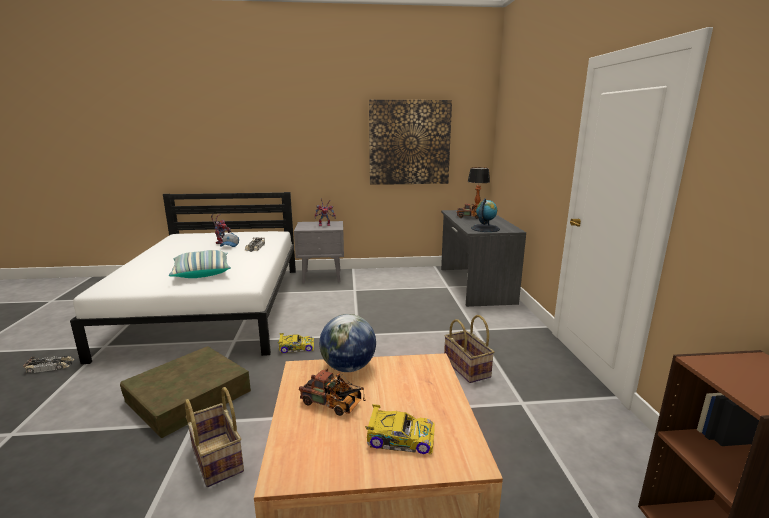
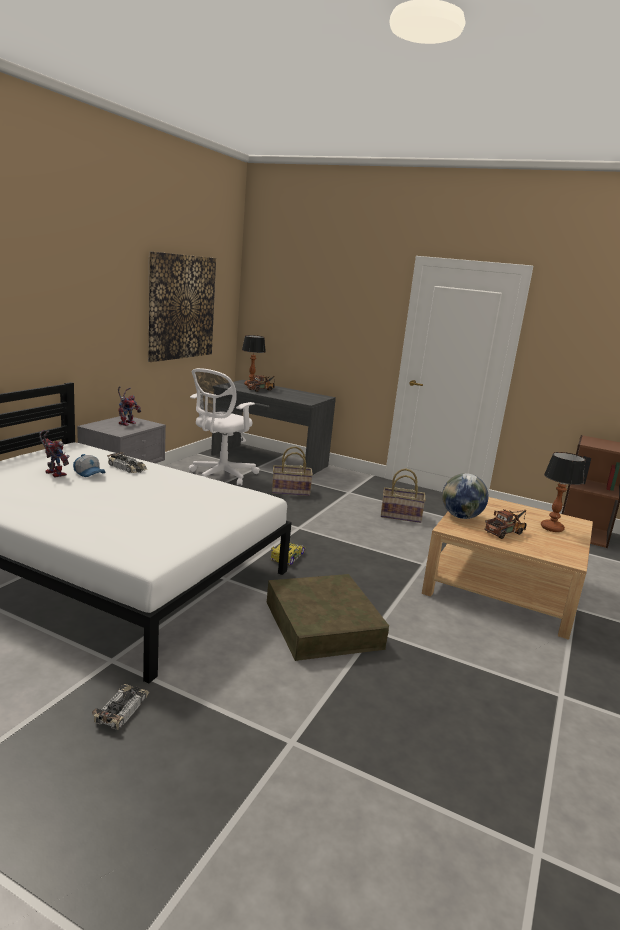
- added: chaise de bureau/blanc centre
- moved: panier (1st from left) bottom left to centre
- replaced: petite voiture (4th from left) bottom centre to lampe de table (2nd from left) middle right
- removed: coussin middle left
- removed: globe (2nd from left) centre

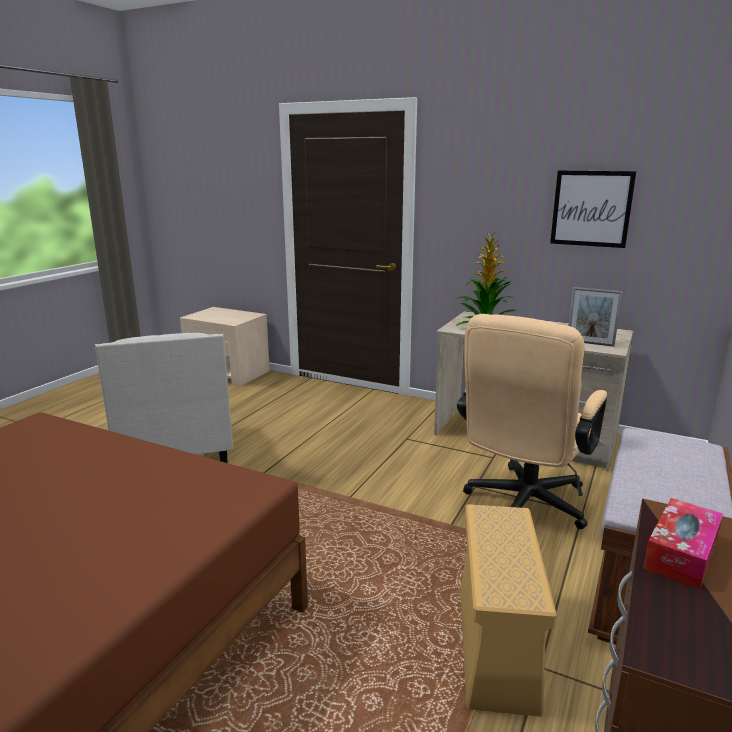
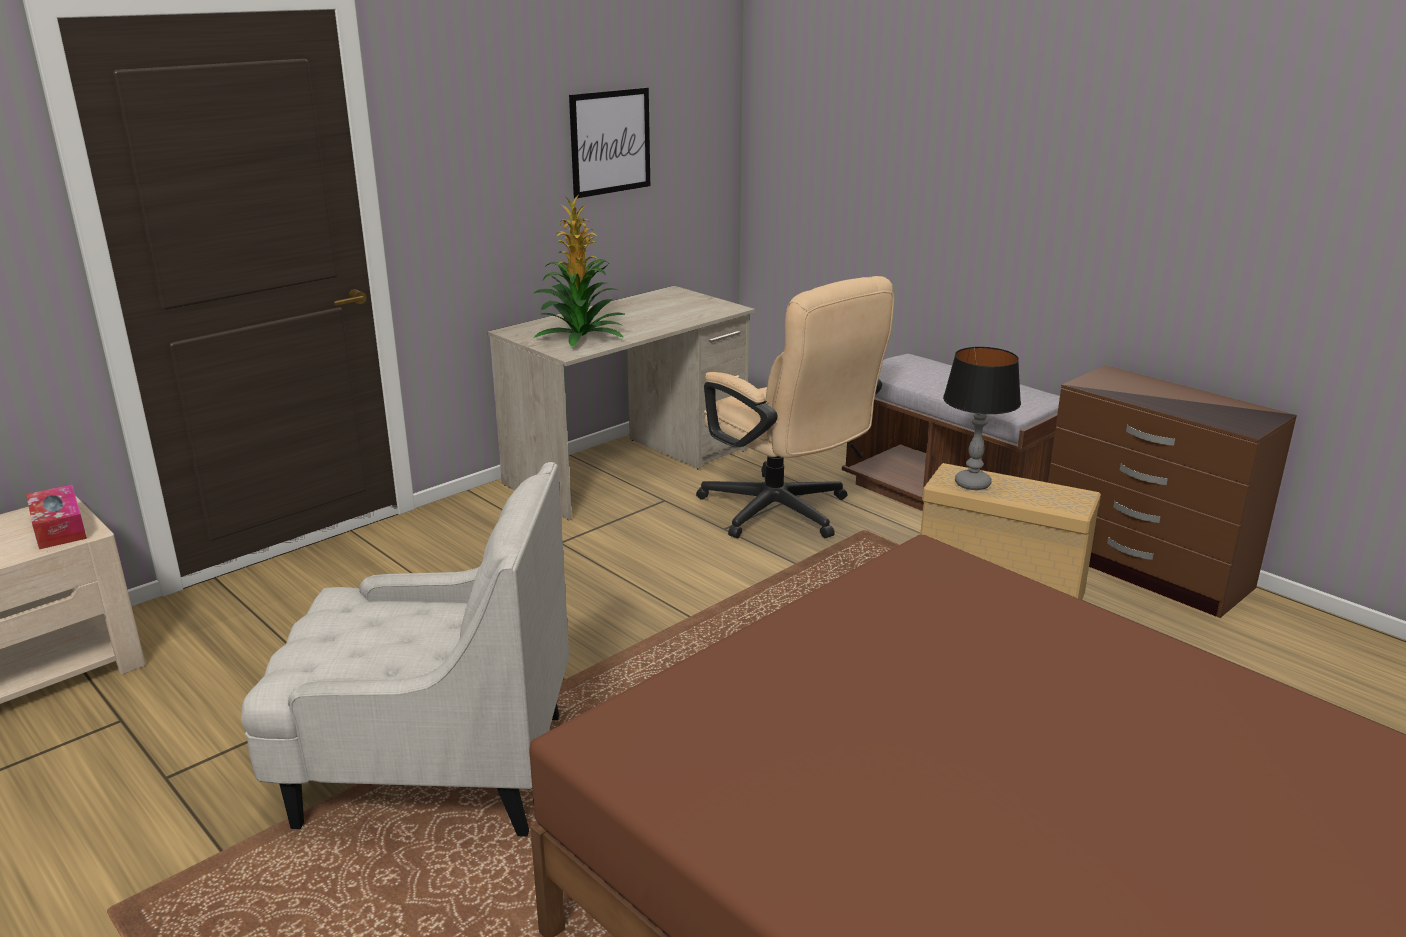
- moved: boîte à mouchoirs bottom right to middle left
- added: lampe de table middle right
- removed: cadre photo middle right

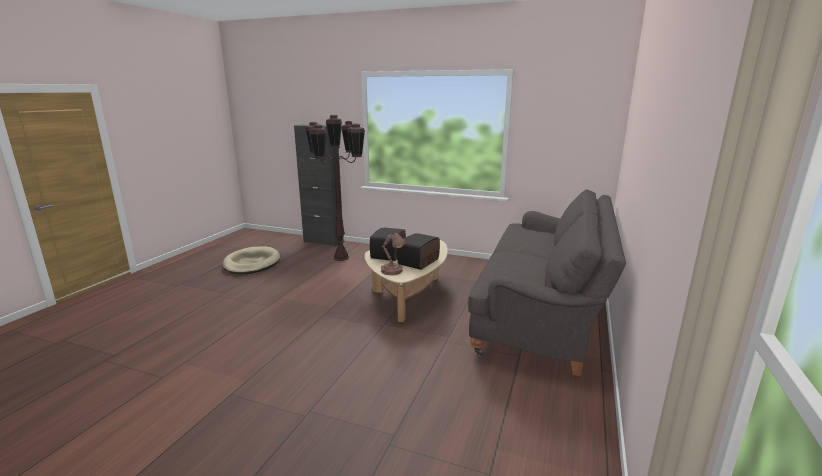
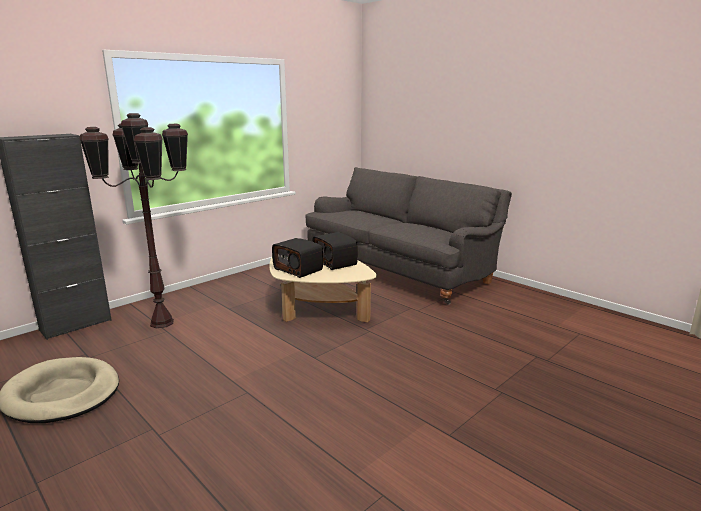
- removed: lampe de table/marron centre

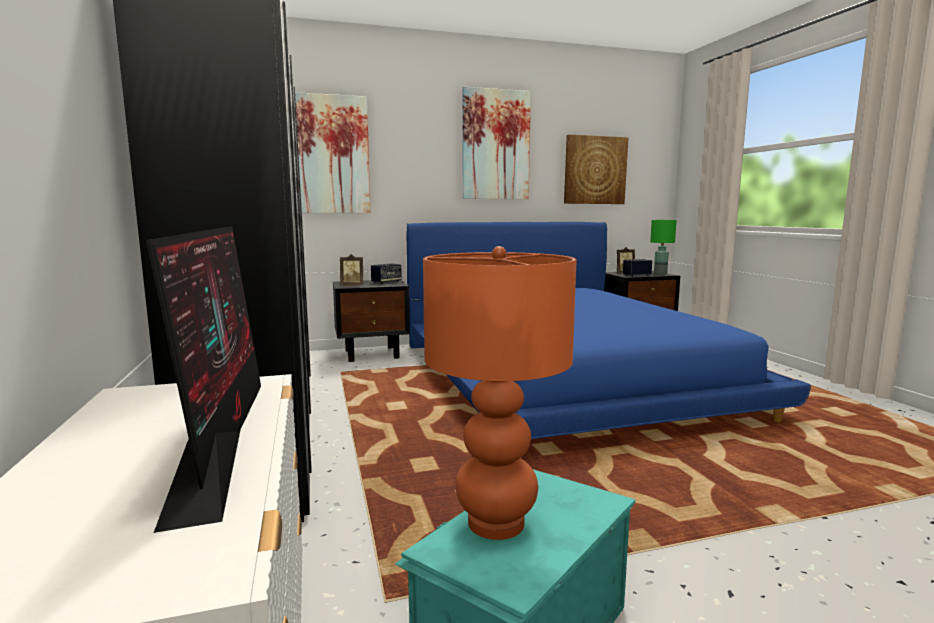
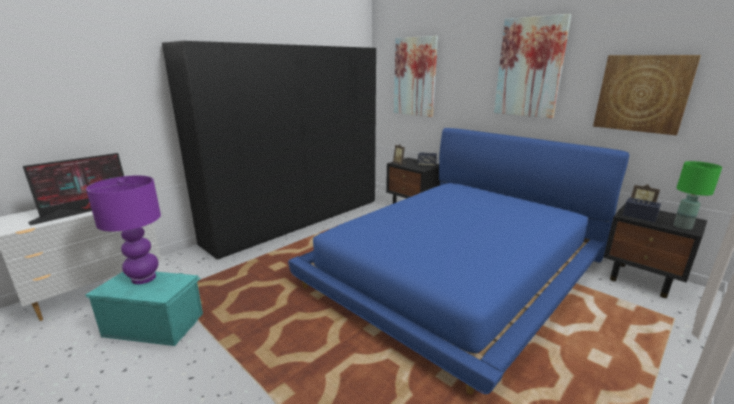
- recoloured: lampe de table/orange centre to lampe de table/violet middle left

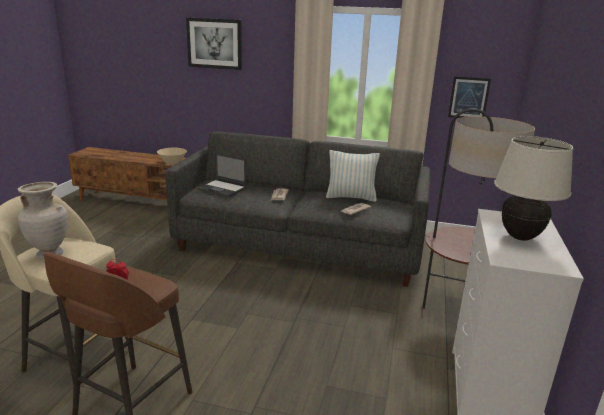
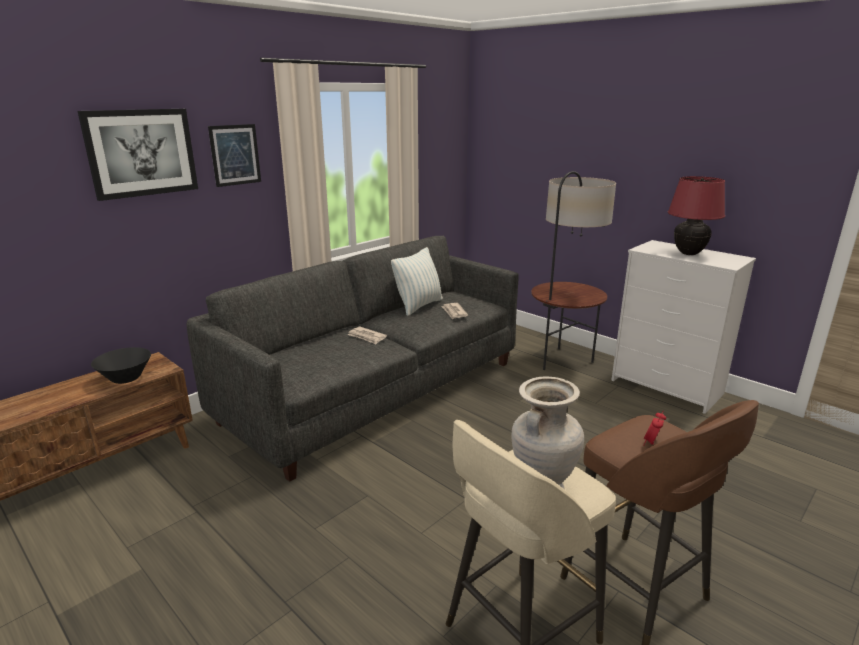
- recoloured: bol/beige middle left to bol/noir middle left
- moved: tableau (2nd from left) top right to top left
- recoloured: lampe de table/beige middle right to lampe de table/rouge middle right
- removed: ordinateur portable centre

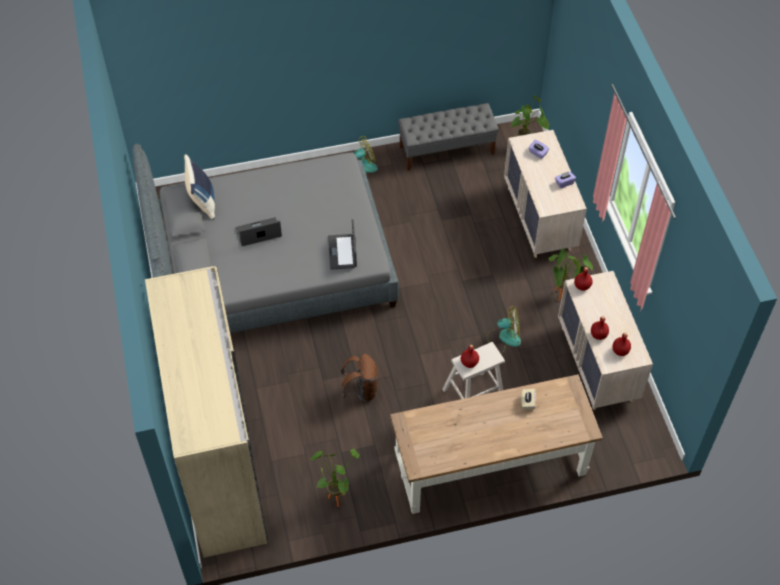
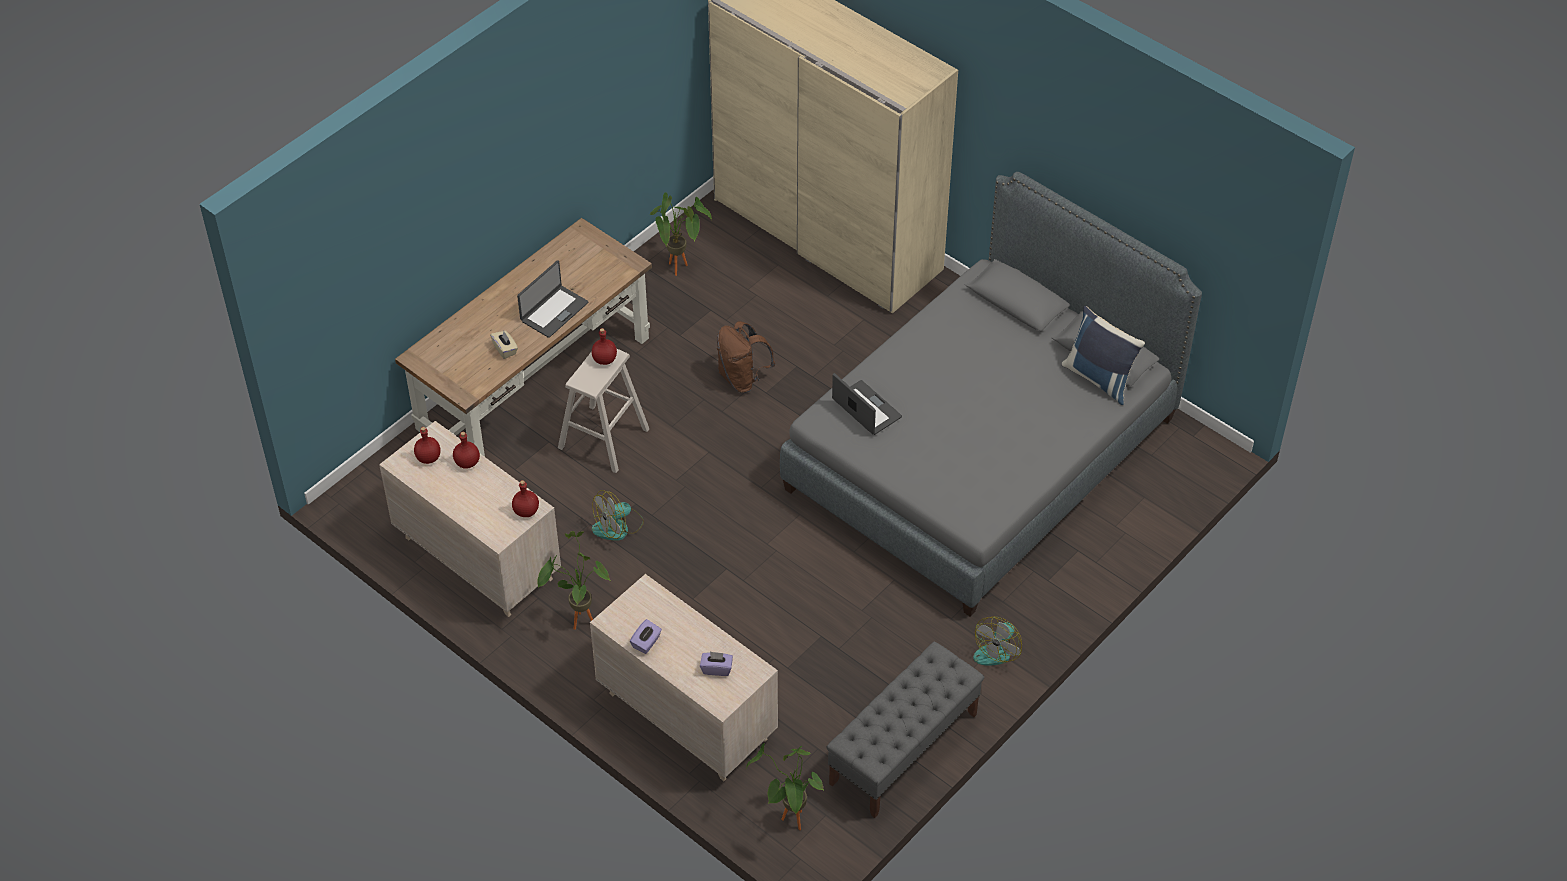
- moved: ordinateur portable (1st from left) middle left to centre

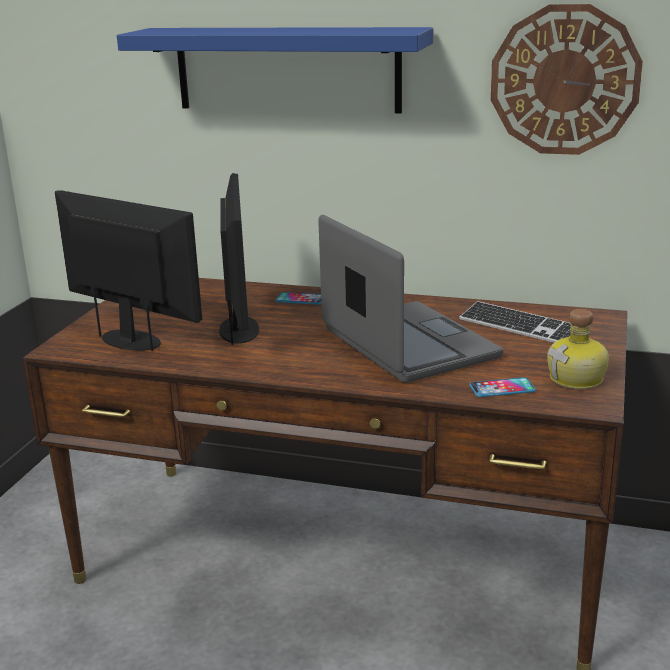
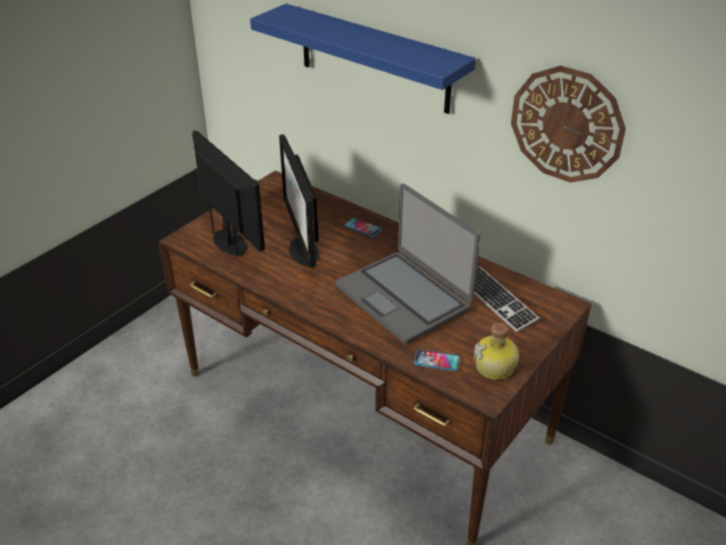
- turned: écran d'ordinateur (2nd from left) centre = centre 150 degrees clockwise
- turned: ordinateur portable centre = centre 150 degrees clockwise

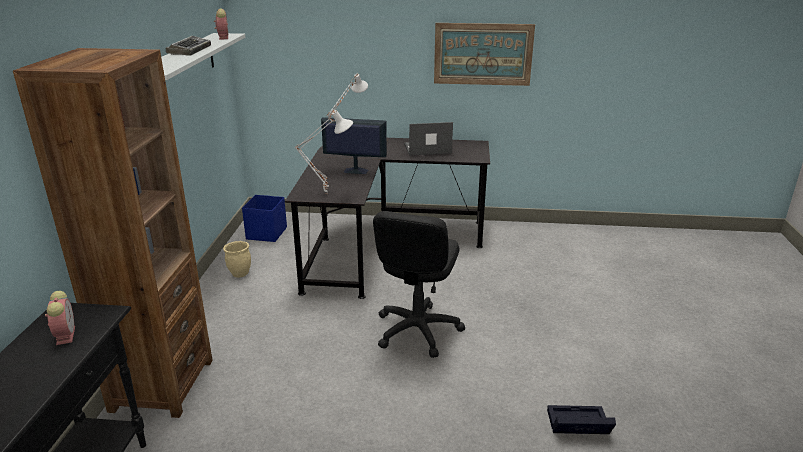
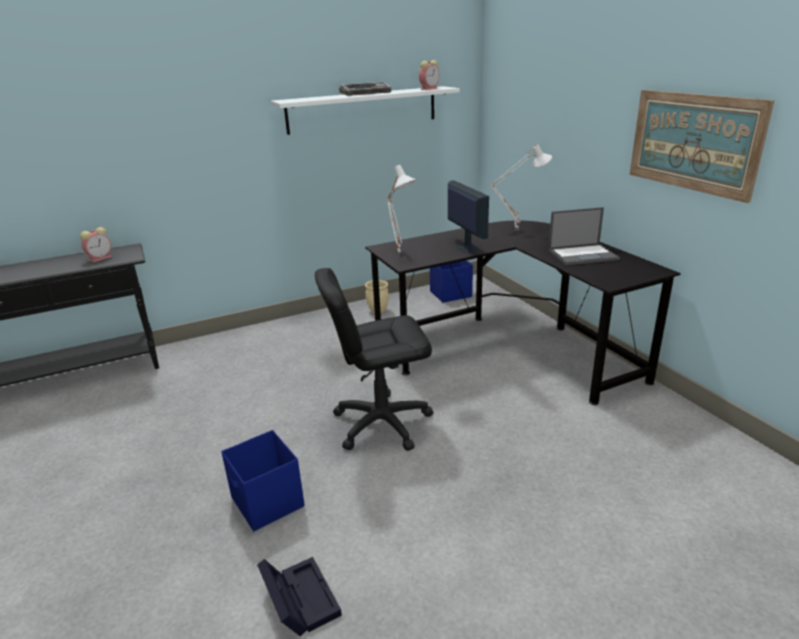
- added: boîte de rangement/bleu (1st from left) bottom left
- turned: ordinateur portable top centre = middle right 120 degrees clockwise
- removed: bibliothèque/marron middle left

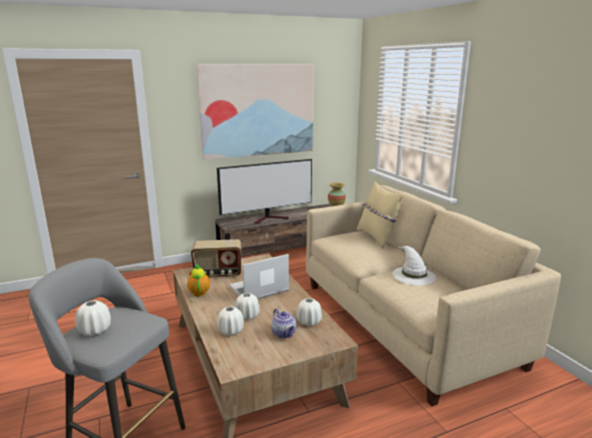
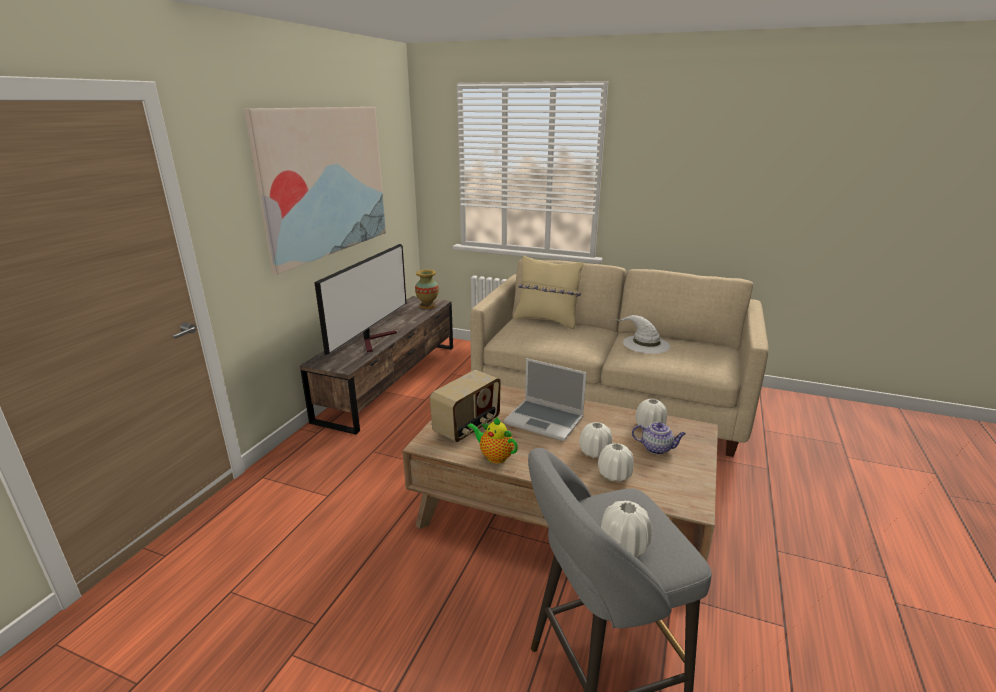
- turned: ordinateur portable centre = centre 75 degrees counterclockwise

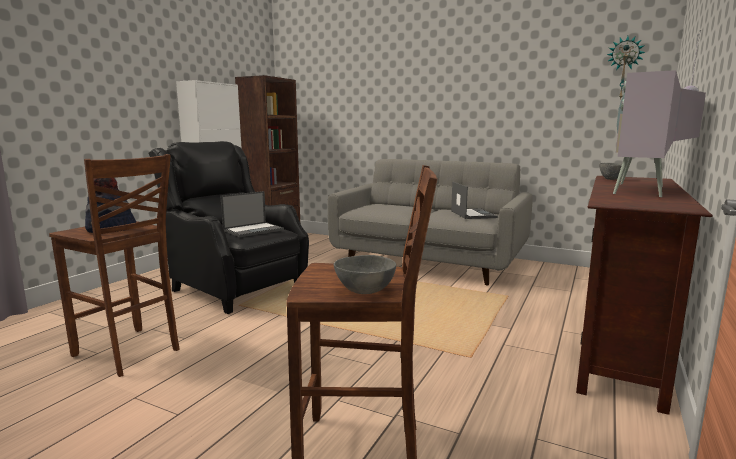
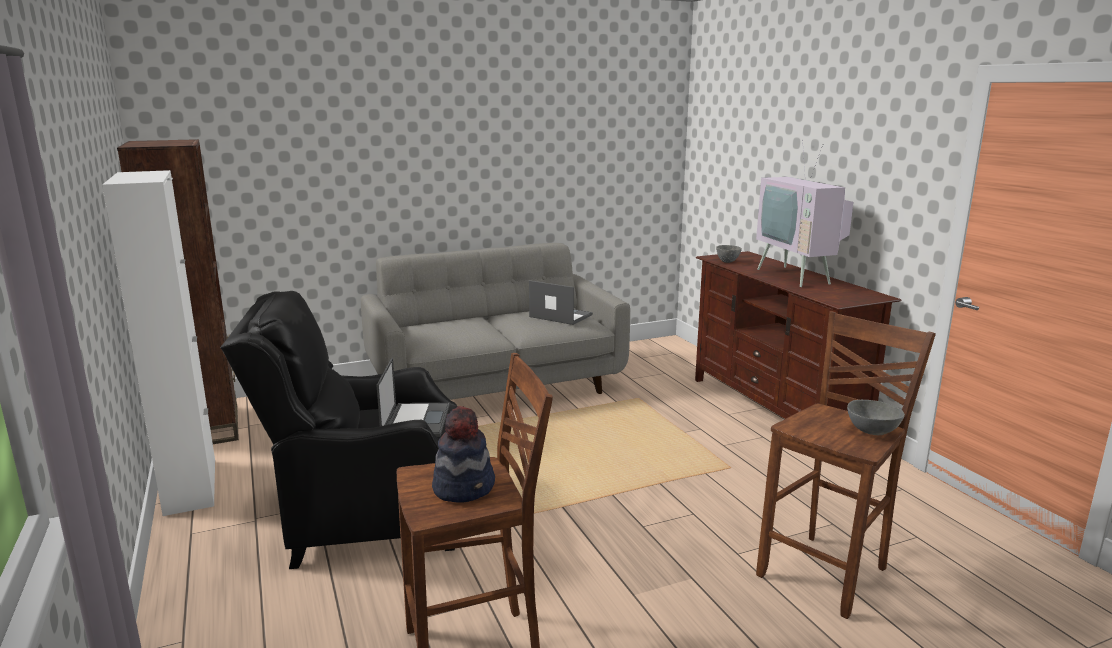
- removed: horloge murale top right

